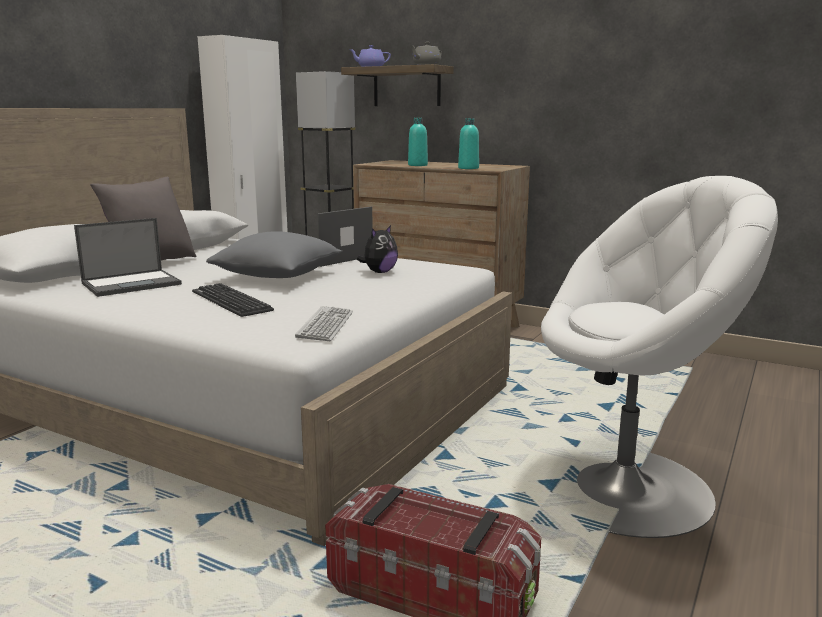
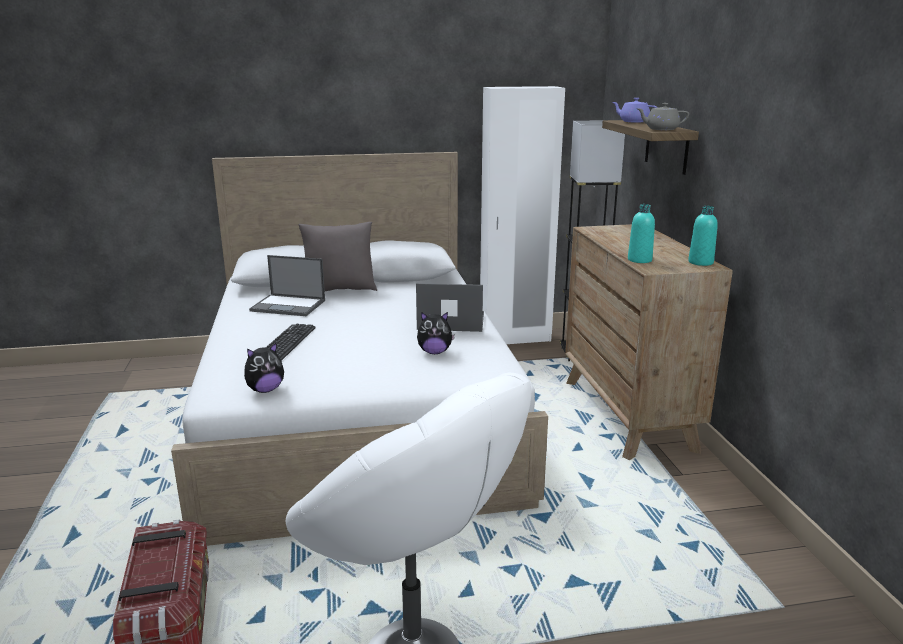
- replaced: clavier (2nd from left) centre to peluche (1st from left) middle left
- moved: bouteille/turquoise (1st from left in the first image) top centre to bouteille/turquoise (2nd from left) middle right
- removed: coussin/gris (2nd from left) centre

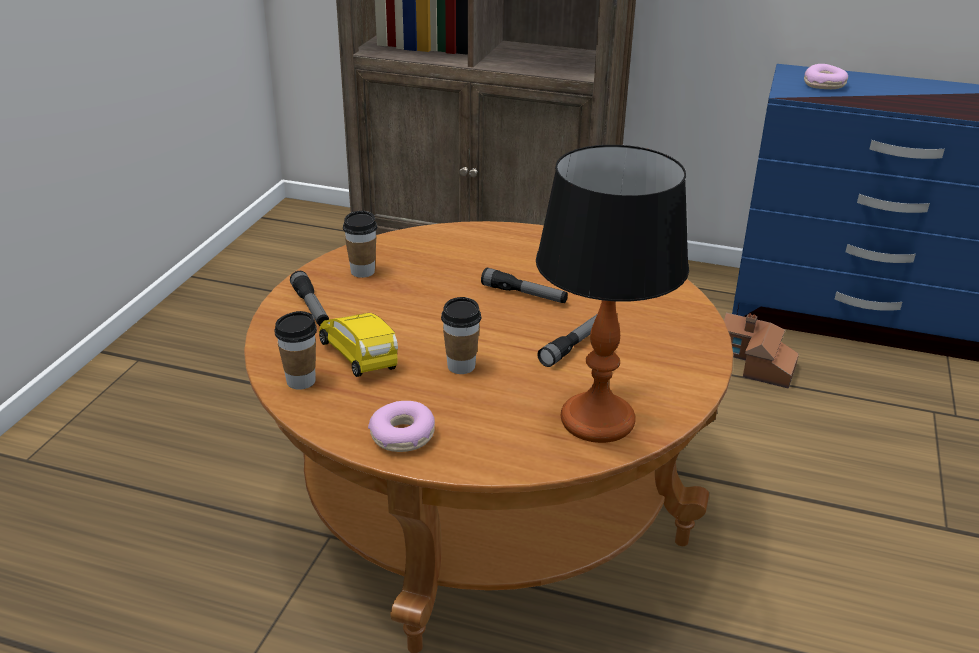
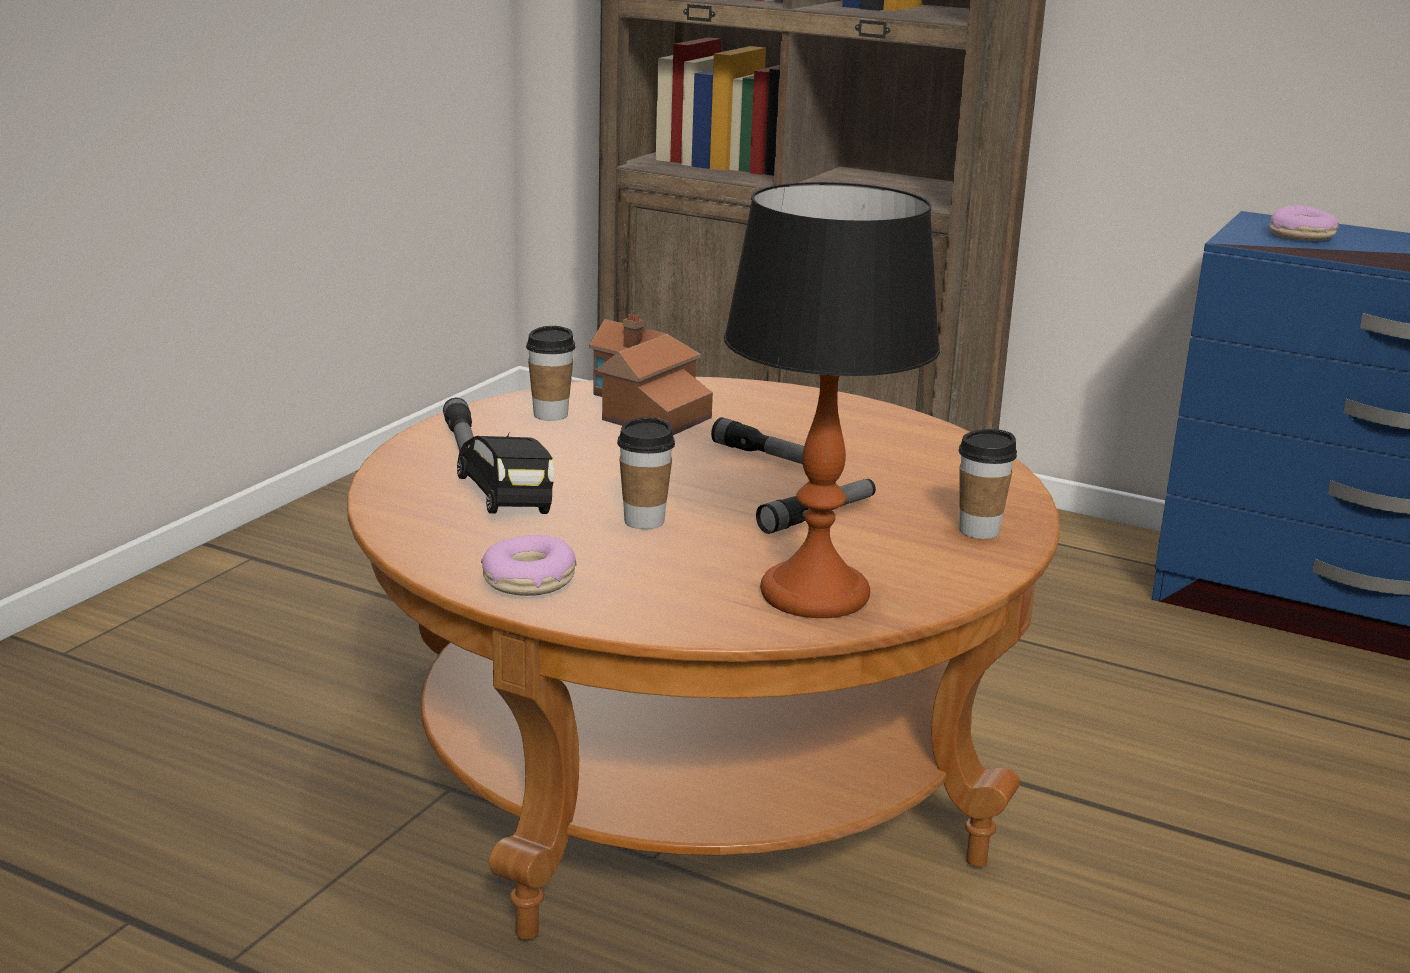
- recoloured: petite voiture/jaune centre to petite voiture/noir centre
- moved: maison miniature middle right to centre
- moved: tasse (1st from left in the first image) middle left to tasse (3rd from left) middle right

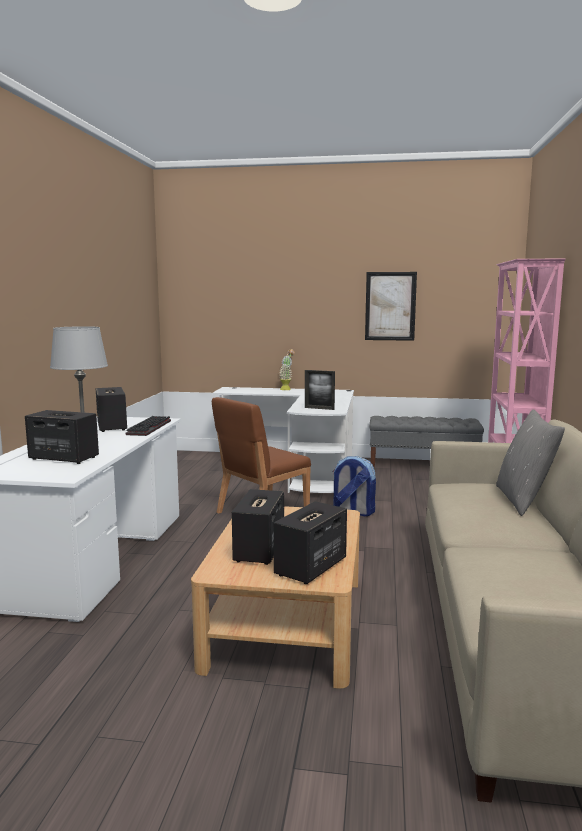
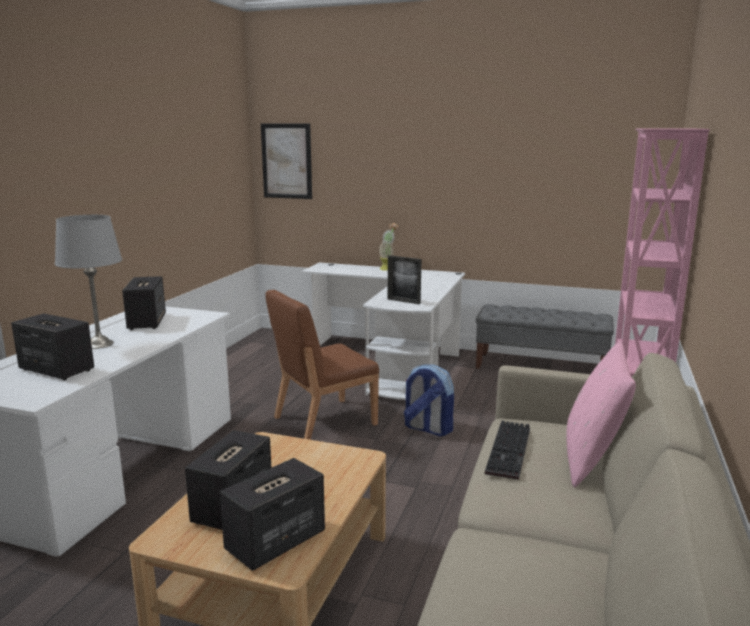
- moved: tableau middle right to top centre
- moved: clavier middle left to bottom right
- recoloured: coussin/gris middle right to coussin/rose middle right

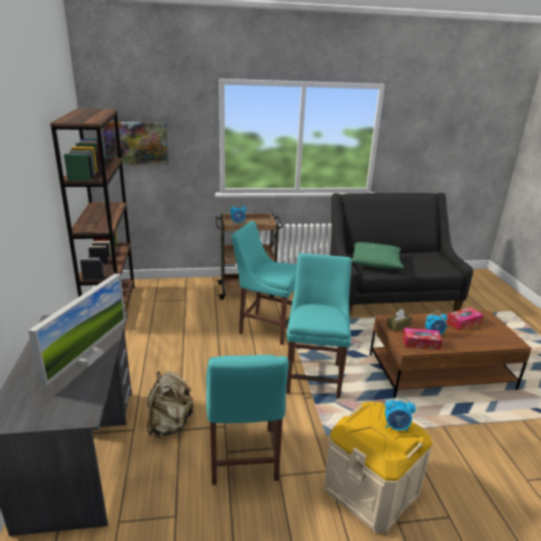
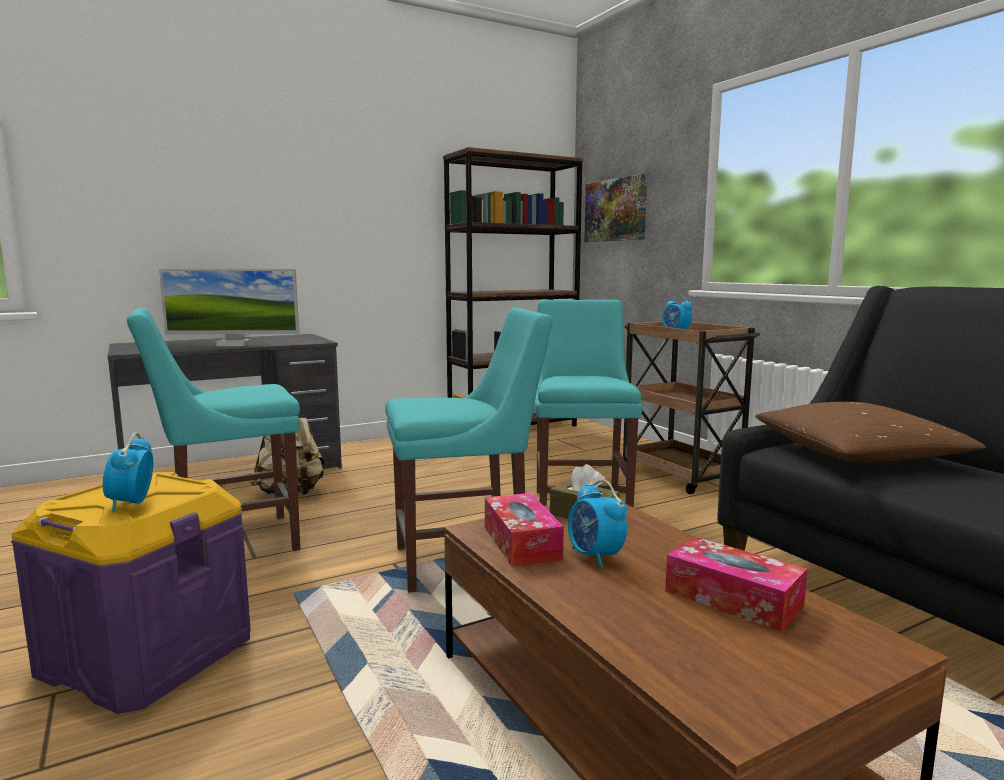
- recoloured: boîte de rangement/beige bottom right to boîte de rangement/violet bottom left
- recoloured: coussin/vert middle right to coussin/marron middle right

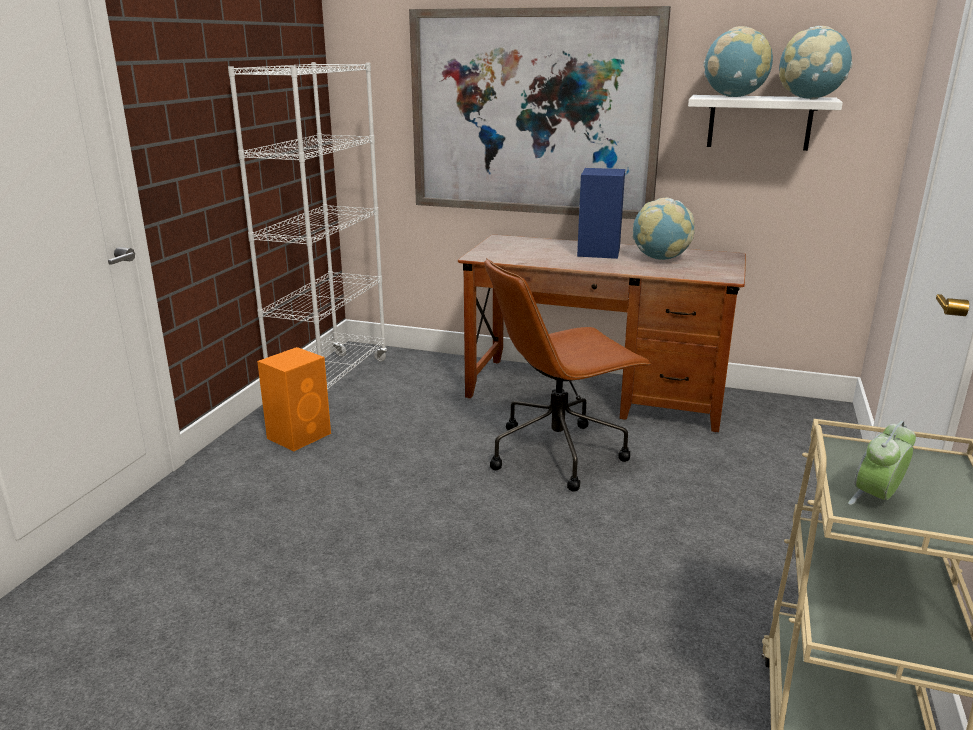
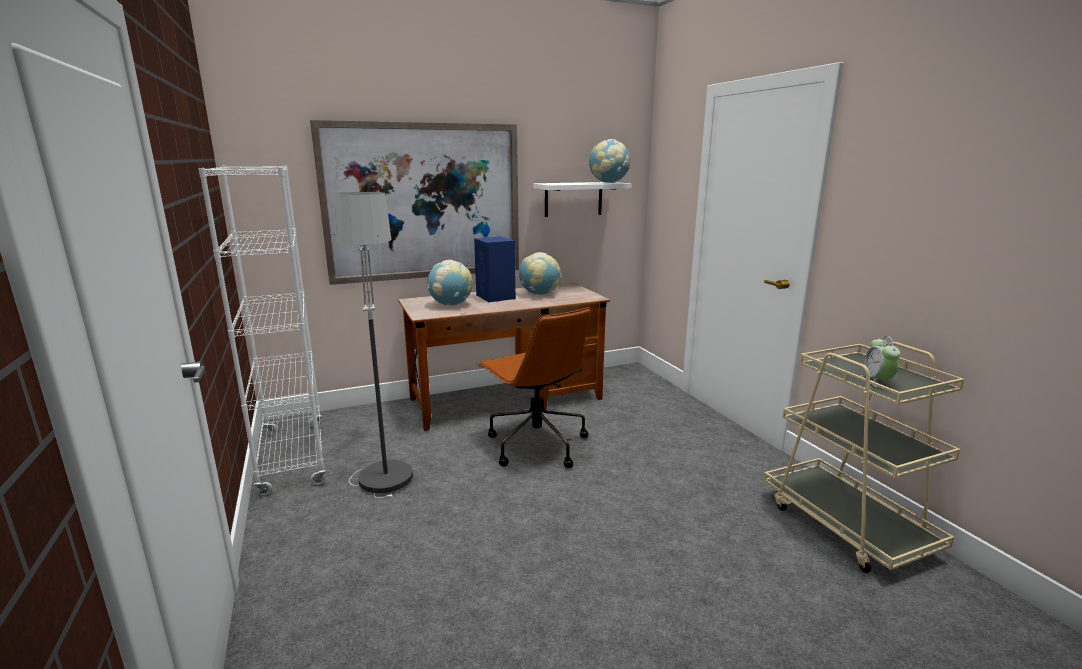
- added: lampadaire centre
- moved: globe (2nd from left in the first image) top right to globe (1st from left) centre
- turned: chaise de bureau/marron centre = centre 60 degrees counterclockwise
- removed: enceinte/orange middle left

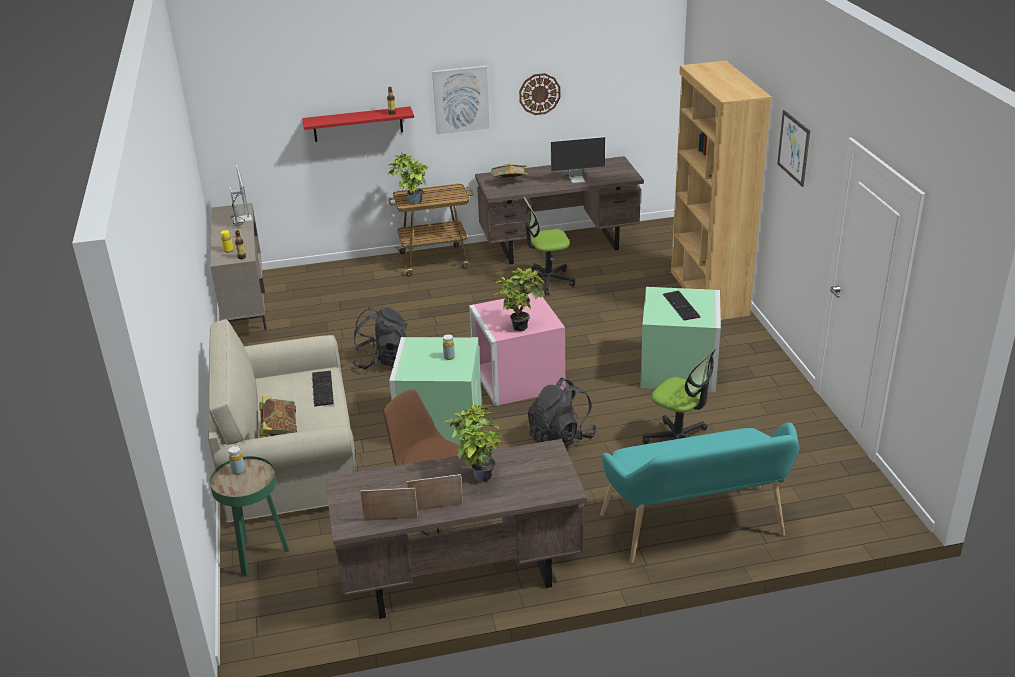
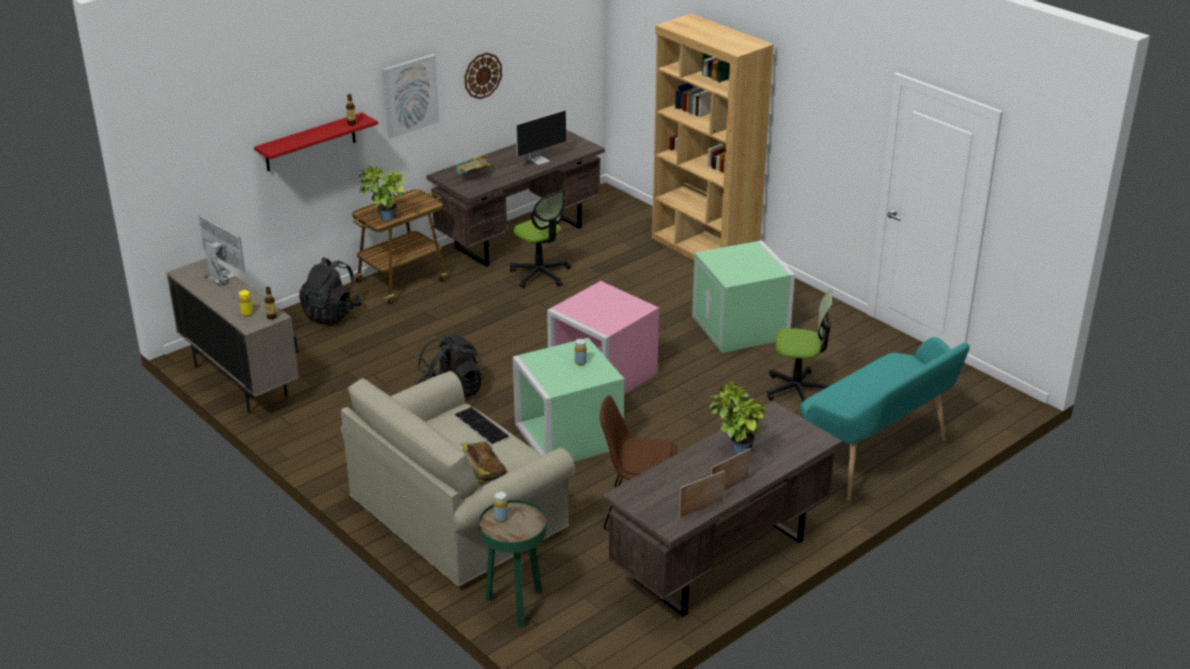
- moved: sac à dos/noir (2nd from left in the first image) centre to sac à dos/noir (1st from left) middle left
- turned: chaise de bureau (1st from left) centre = centre 90 degrees counterclockwise
- removed: plante en pot (3rd from left) centre
- removed: clavier (2nd from left) middle right
- removed: tableau (2nd from left) top right

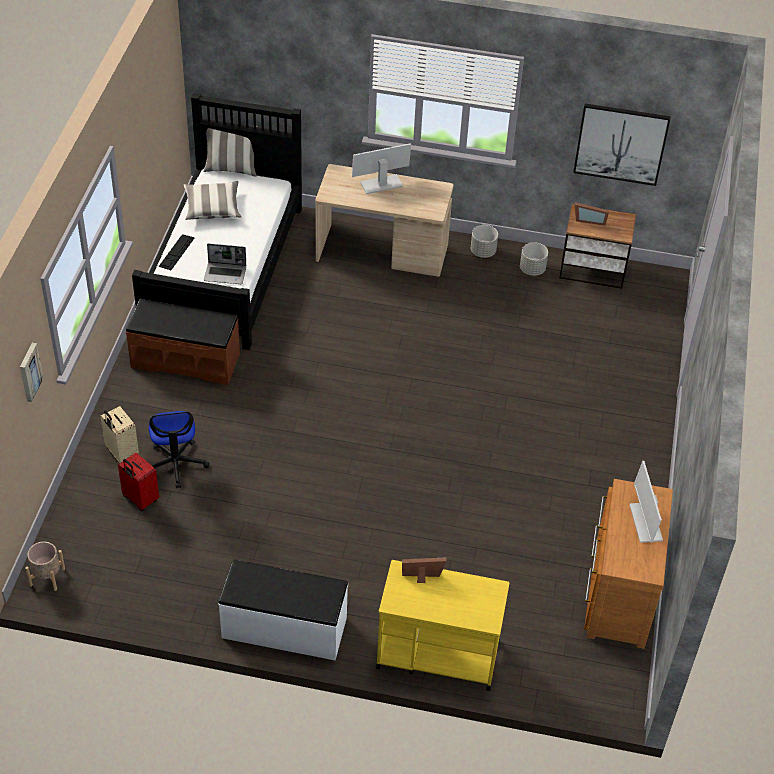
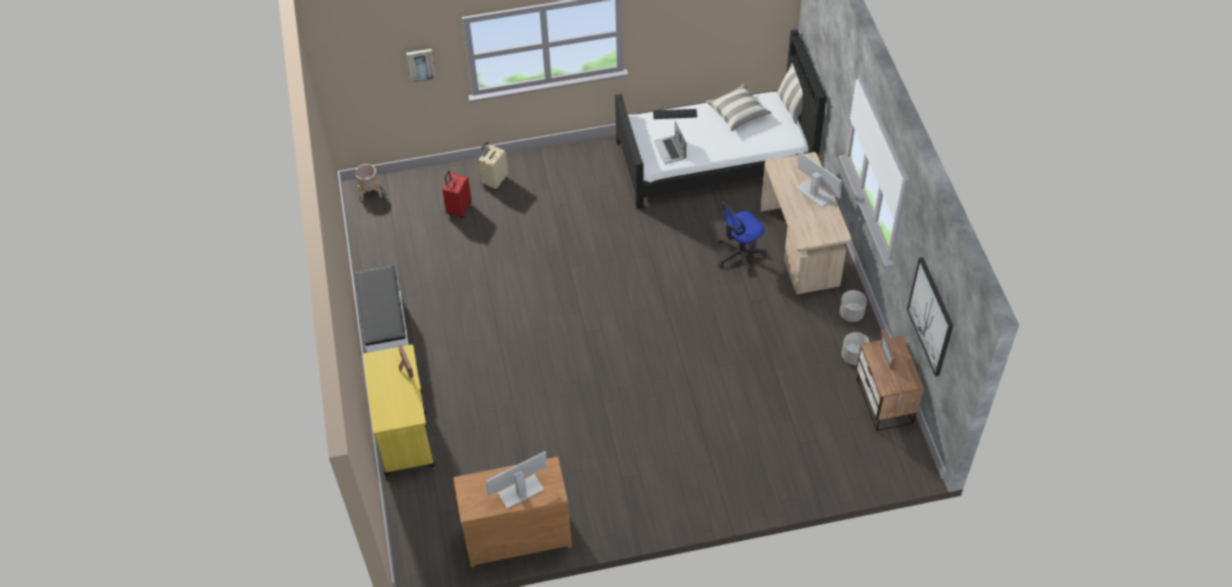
- moved: chaise de bureau middle left to centre
- removed: banc/marron middle left

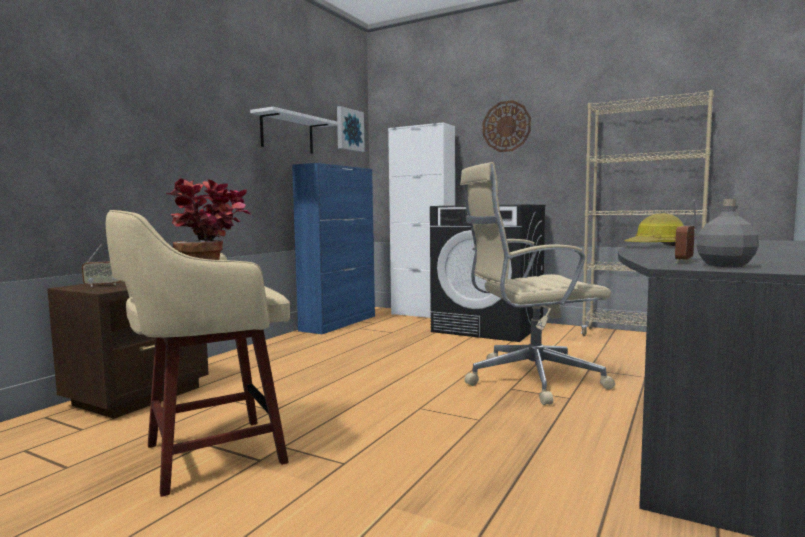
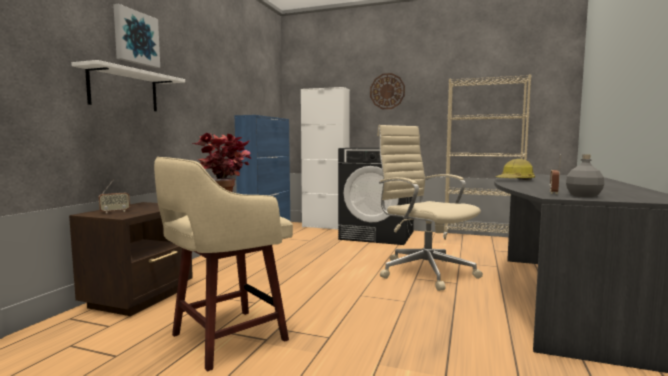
- moved: étagère/blanc top centre to top left
- moved: tableau top centre to top left
- turned: chaise de bureau/beige middle right = centre 75 degrees clockwise

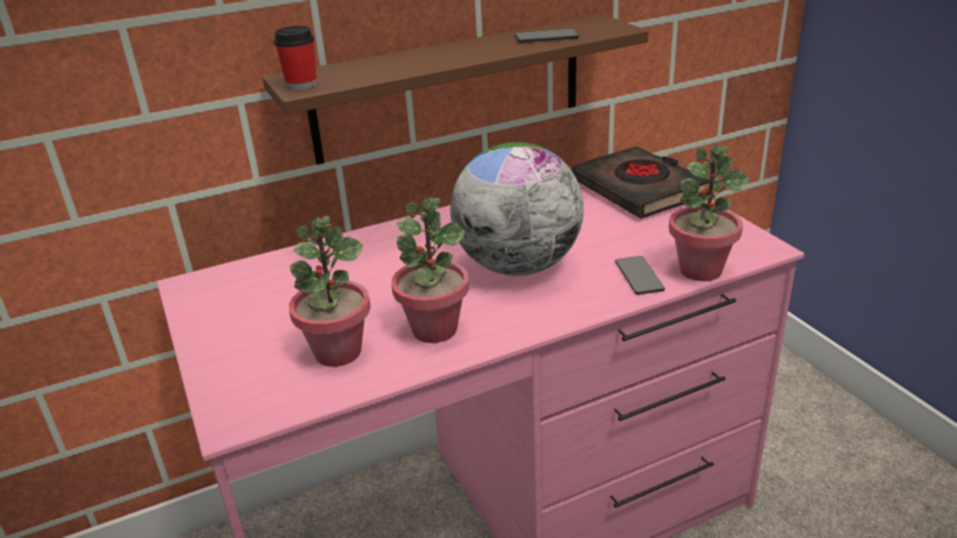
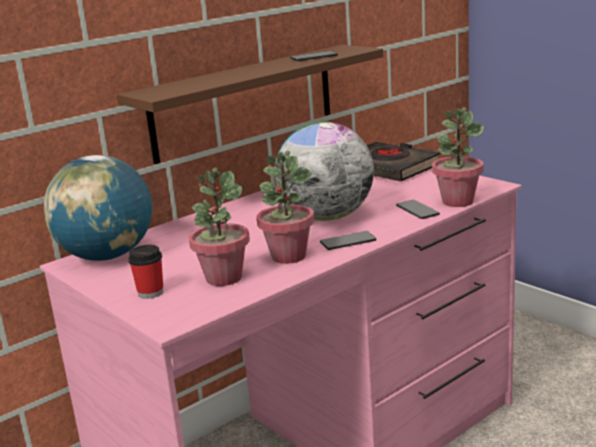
- added: globe (1st from left) middle left
- moved: tasse top left to middle left
- added: téléphone (2nd from left) centre

